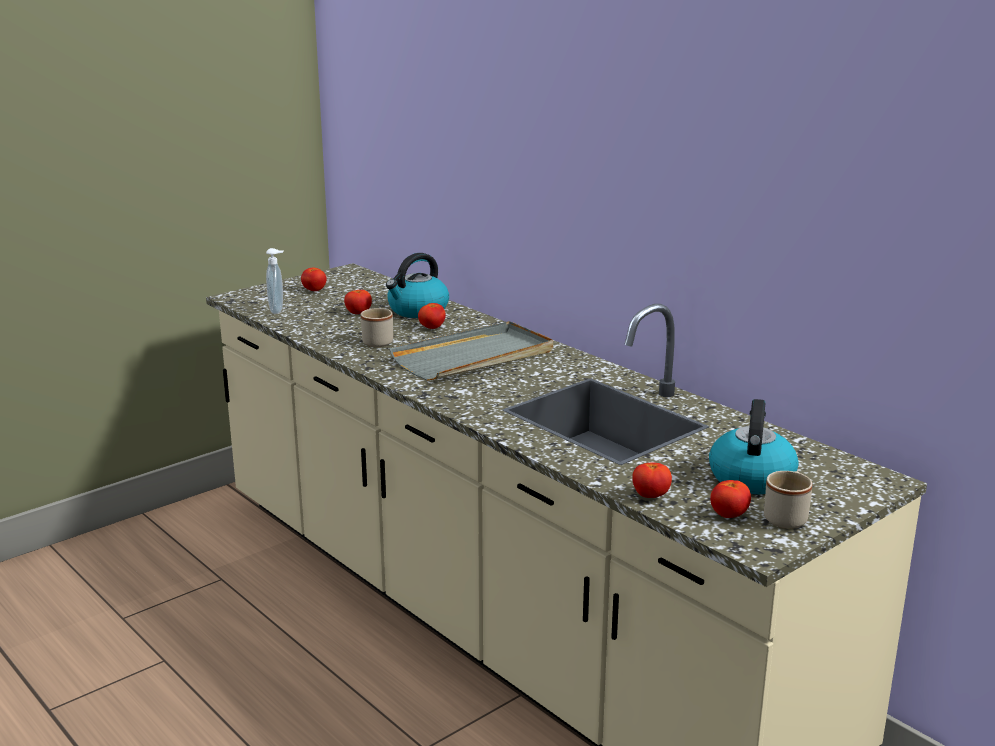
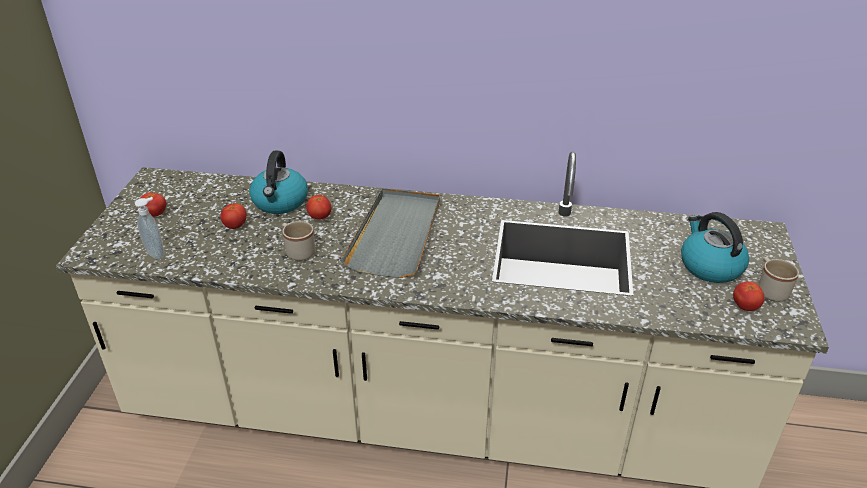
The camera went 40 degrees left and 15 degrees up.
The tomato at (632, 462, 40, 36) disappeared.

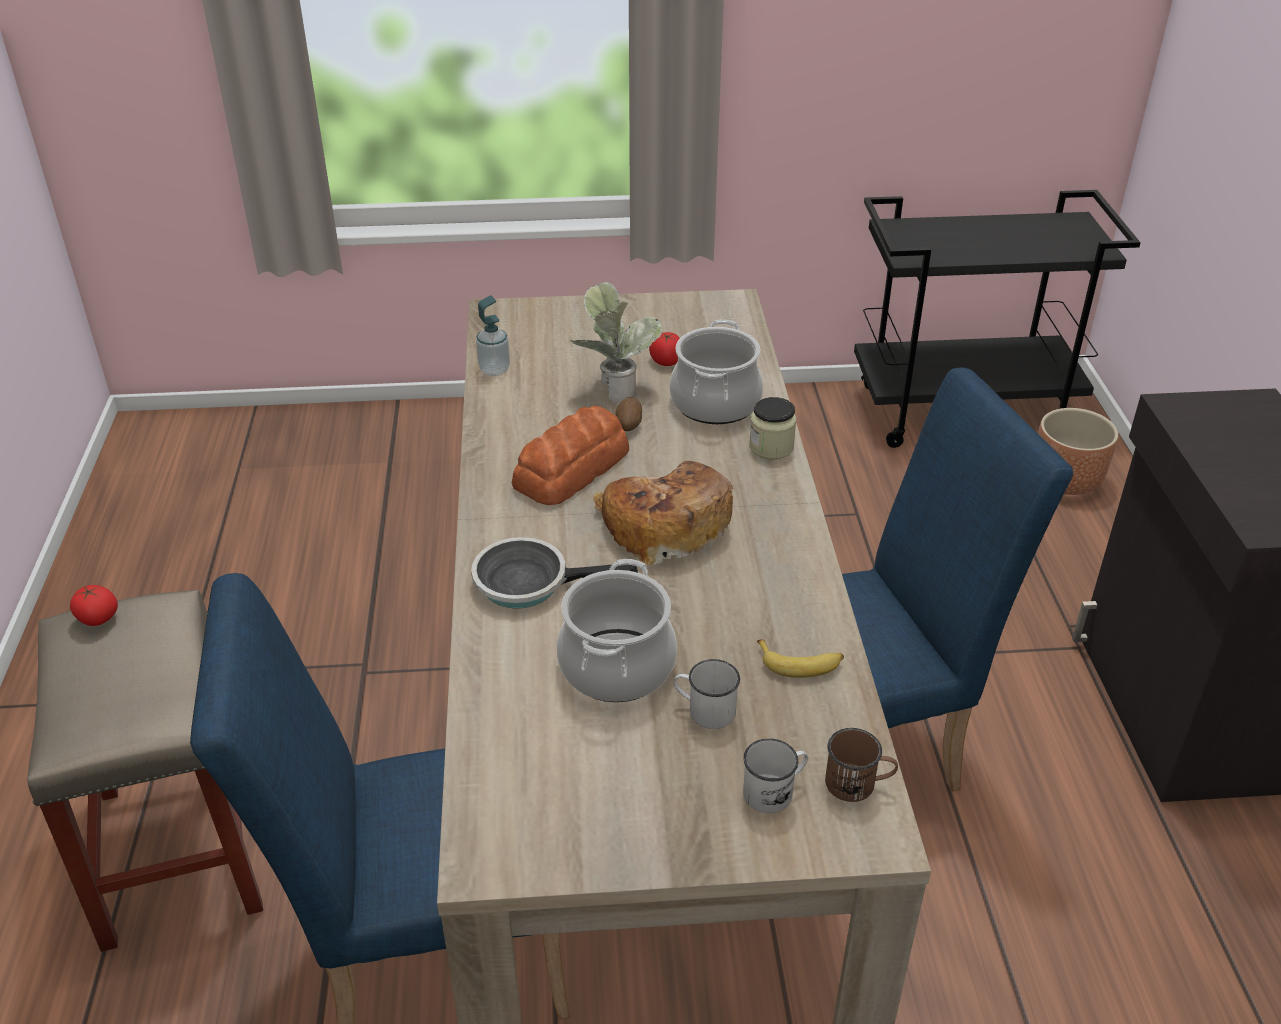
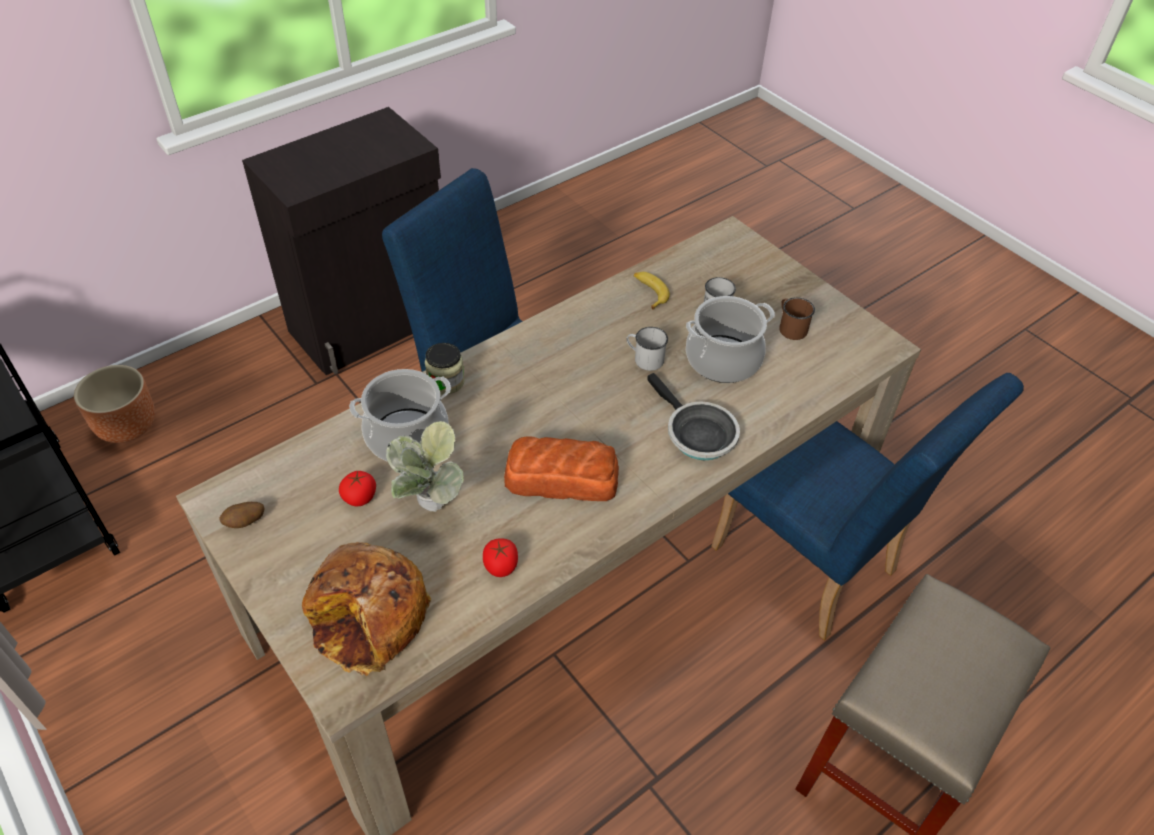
The camera went 125 degrees left and 10 degrees up.
The tomato moved from (70, 585, 48, 41) to (483, 538, 35, 39).
The soap dispenser at (476, 296, 34, 80) disappeared.
The bread moved from (593, 461, 140, 104) to (302, 542, 129, 134).
The potato moved from (615, 397, 27, 34) to (219, 502, 46, 26).
The white mug moved from (743, 738, 65, 75) to (626, 327, 42, 44).
The brown mug moved from (825, 728, 73, 74) to (779, 297, 36, 43).

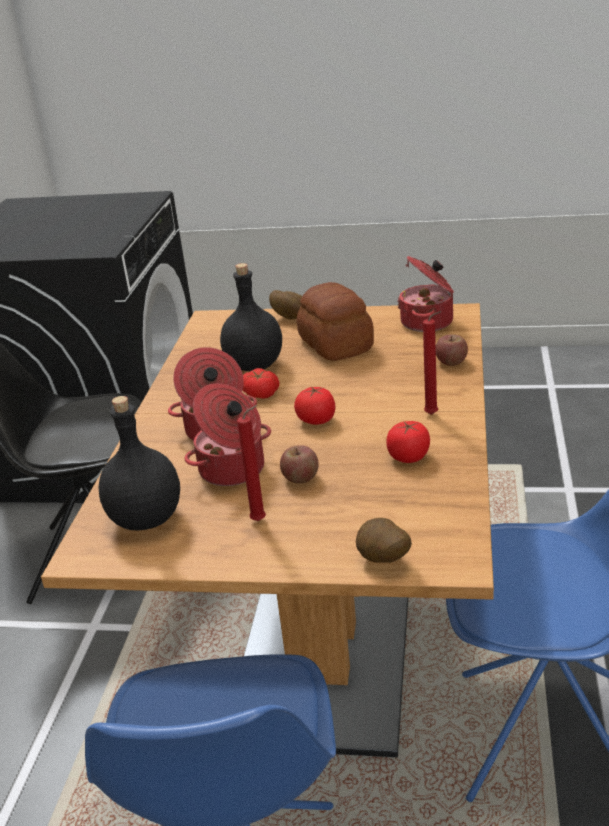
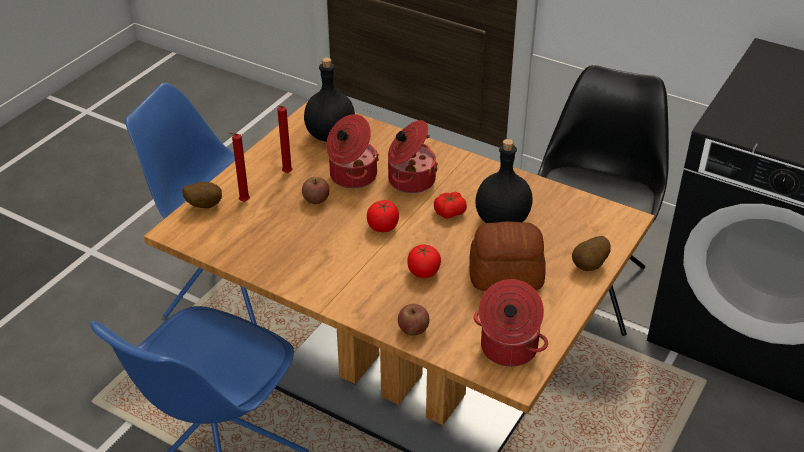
The camera went 110 degrees right and 10 degrees up.
The tomato moved from (386, 421, 44, 42) to (407, 245, 34, 33).
The red candle moved from (423, 311, 18, 104) to (228, 132, 22, 70).

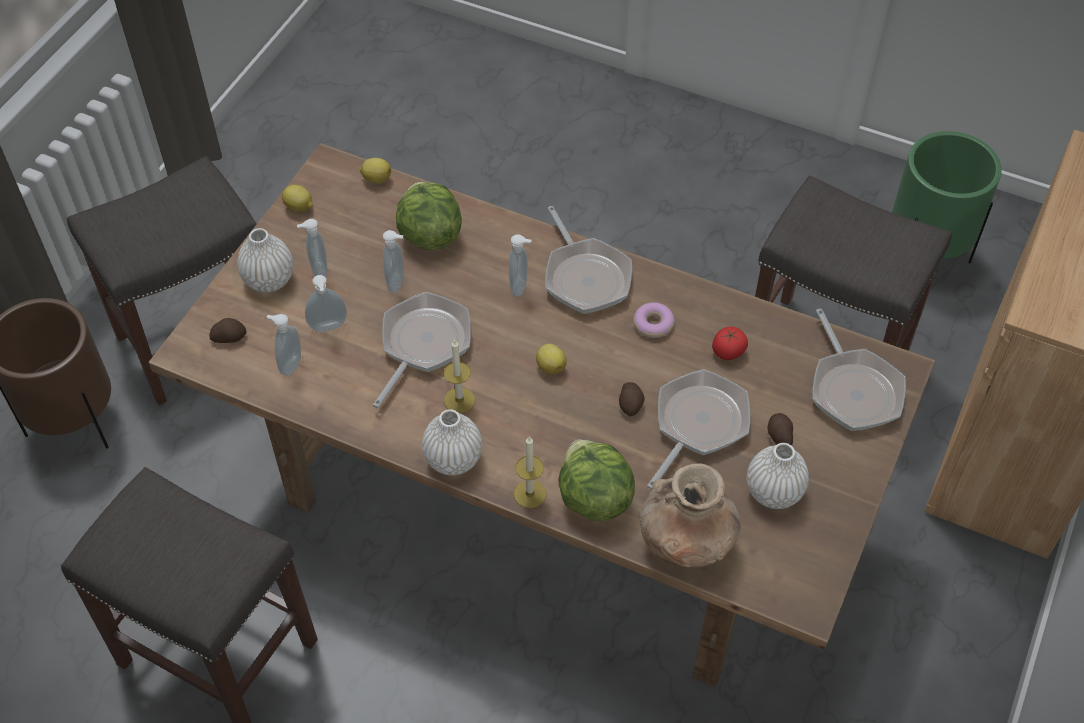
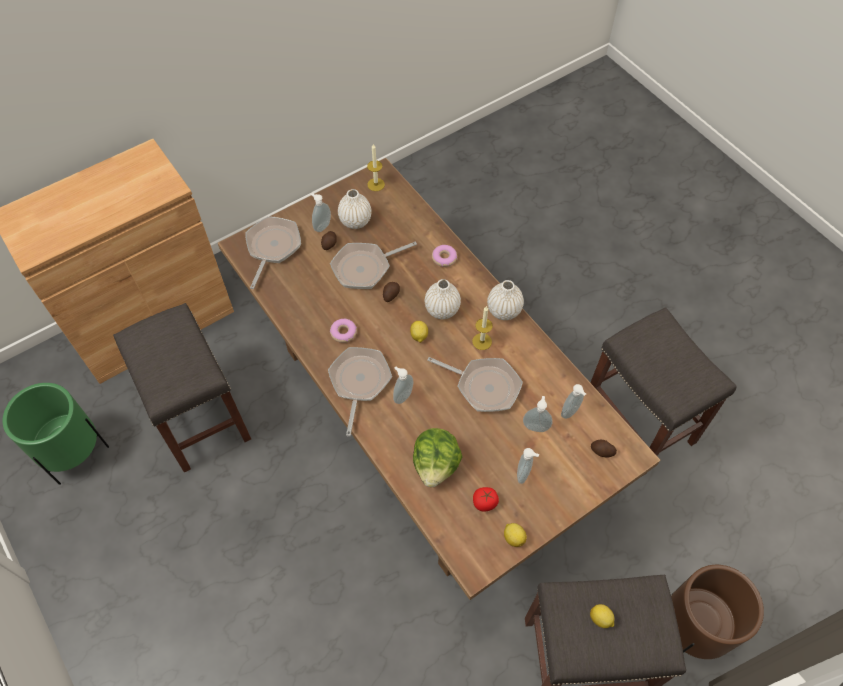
The camera went 150 degrees left and 5 degrees up.
The white vase moved from (237, 228, 56, 64) to (425, 279, 36, 40).
The lemon moved from (360, 158, 31, 26) to (590, 604, 24, 24).
The frying pan at (373, 292, 98, 116) turned 120 degrees counterclockwise.
The soap dispenser moved from (383, 230, 21, 62) to (311, 193, 20, 39).
The candle moved from (514, 436, 32, 72) to (367, 144, 18, 47).
The lettuce at (558, 439, 77, 82) was replaced by the donut at (432, 245, 25, 22).
The brown vase at (640, 463, 101, 105) disappeared.
The tomato moved from (712, 327, 36, 33) to (473, 487, 26, 25).

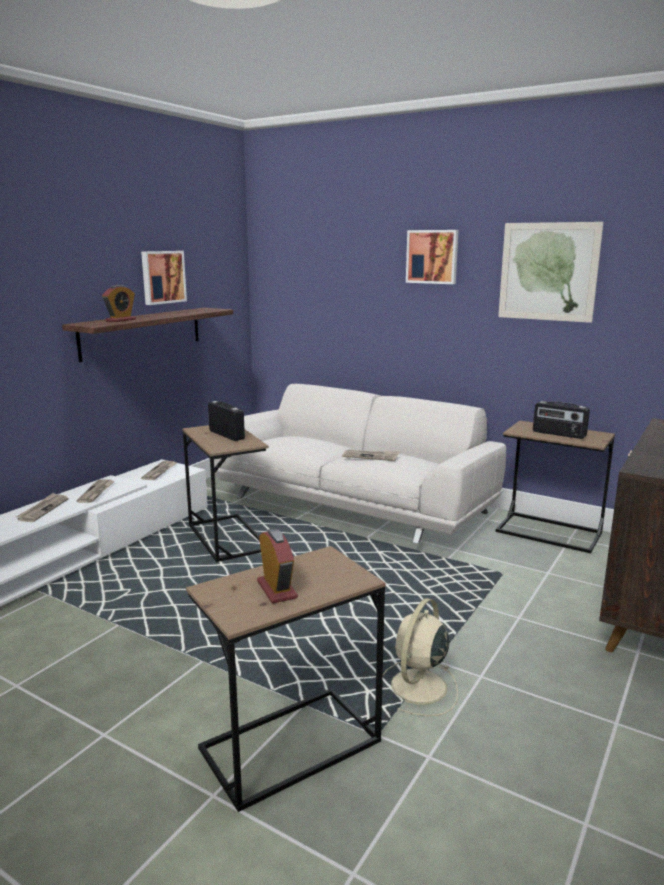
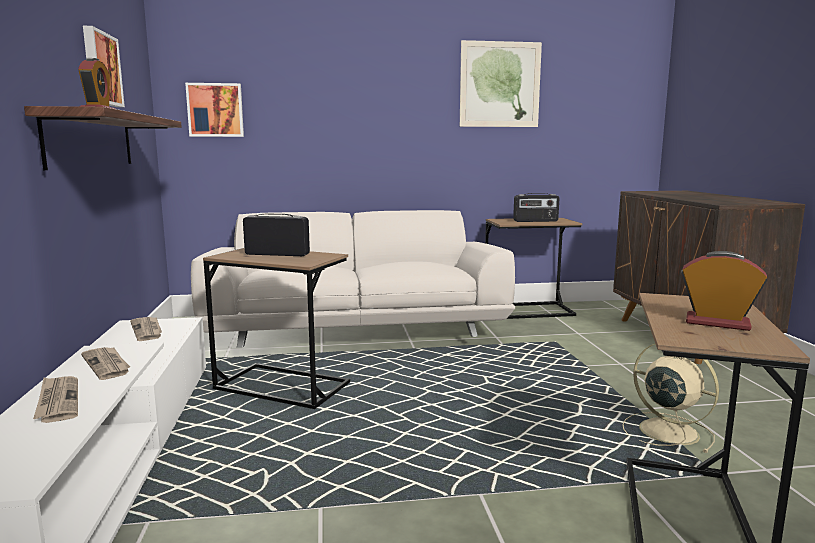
The camera went 40 degrees left and 5 degrees down.
The newspaper at (342, 449, 57, 12) disappeared.
The beige fan at (383, 598, 75, 118) turned 150 degrees clockwise.
The picture moved from (406, 230, 53, 54) to (185, 83, 59, 54).

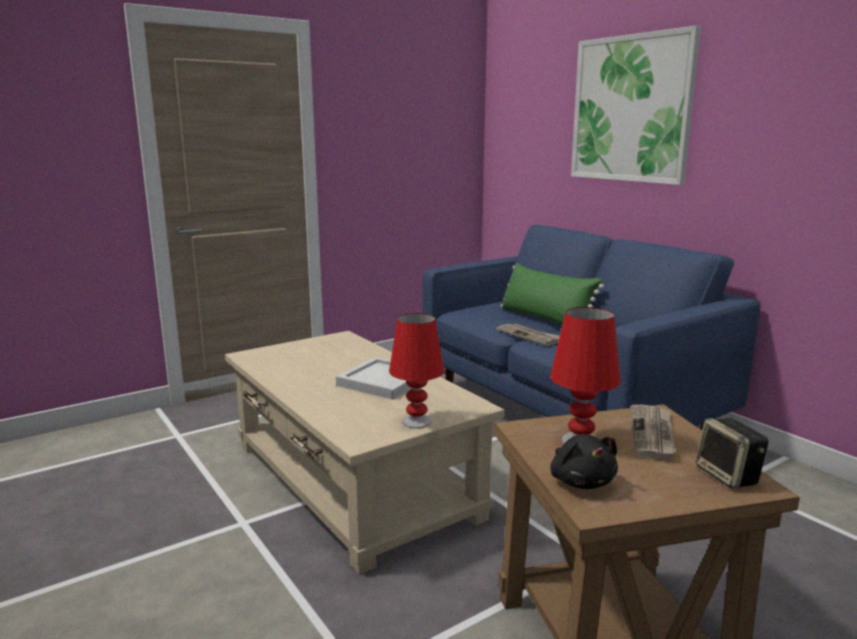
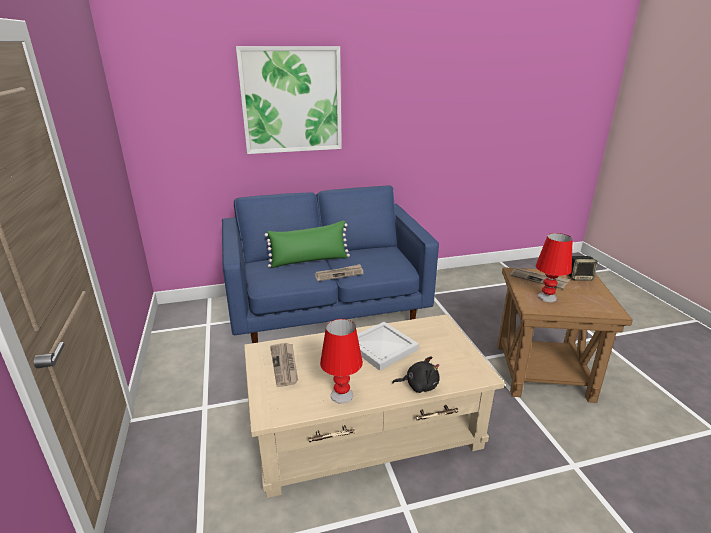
The camera went 70 degrees left and 10 degrees up.
The red table lamp moved from (389, 313, 55, 116) to (320, 319, 43, 85).
The black plush toy moved from (550, 434, 68, 55) to (392, 356, 48, 37).
The newspaper at (270, 343, 28, 44) appeared.

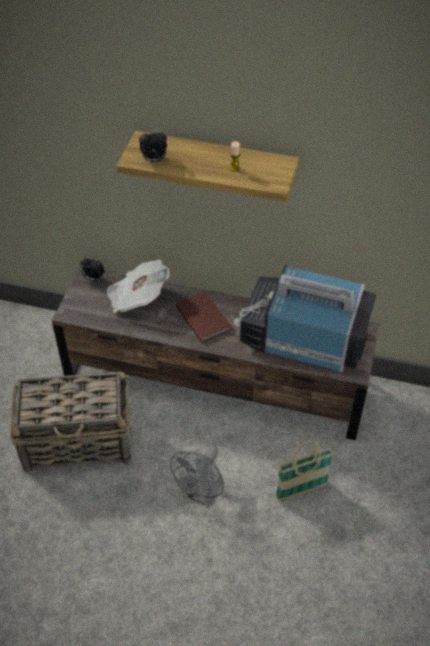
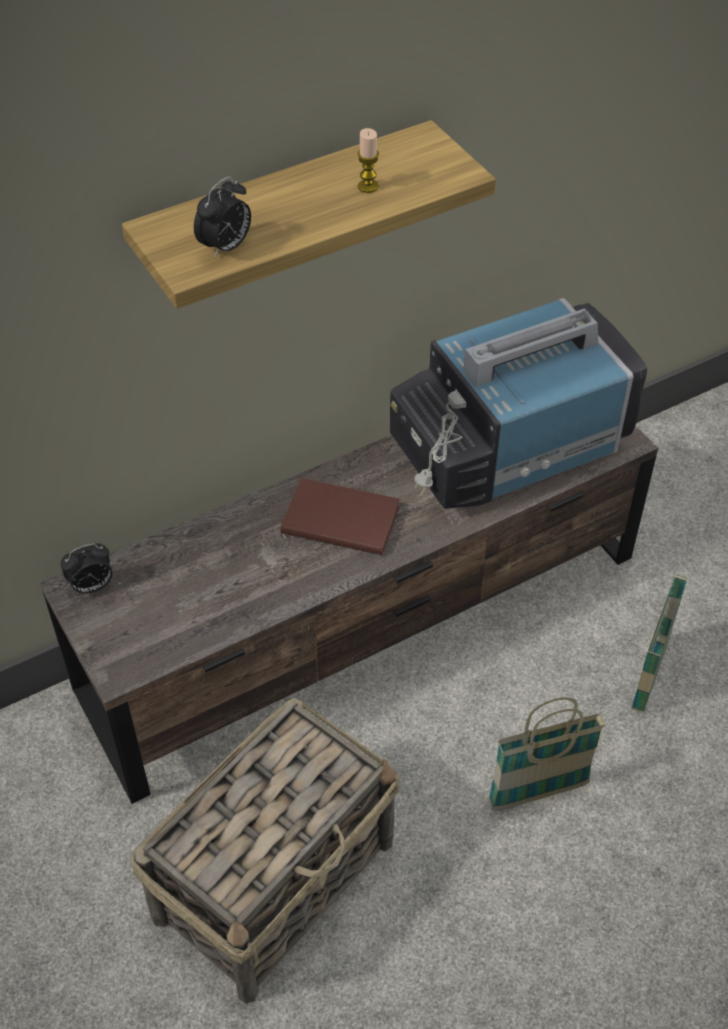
The camera went 45 degrees left and 0 degrees up.
The newspaper at (107, 259, 63, 54) disappeared.
The grey fan at (170, 447, 54, 58) was replaced by the basket at (488, 697, 117, 114).

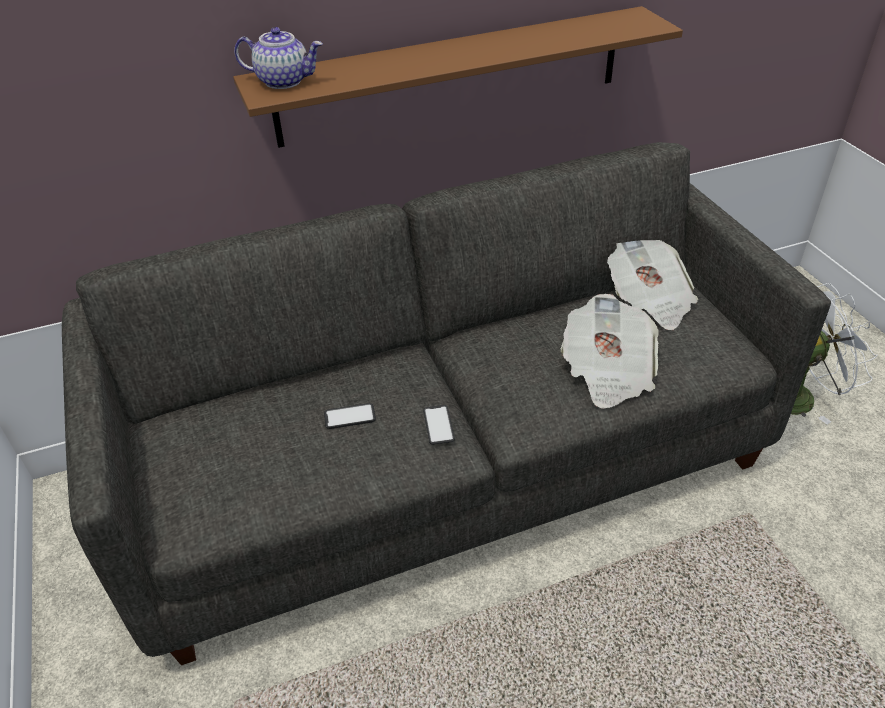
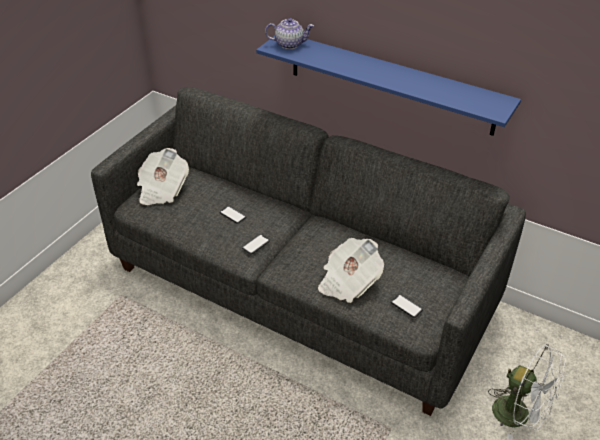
The camera went 50 degrees right and 0 degrees up.
The brown shelf at (233, 6, 450, 142) became the blue shelf at (256, 36, 265, 100).
The teapot at (234, 27, 89, 62) turned 60 degrees counterclockwise.
The newspaper moved from (607, 240, 91, 90) to (137, 148, 52, 57).
The phone at (391, 294, 32, 24) appeared.

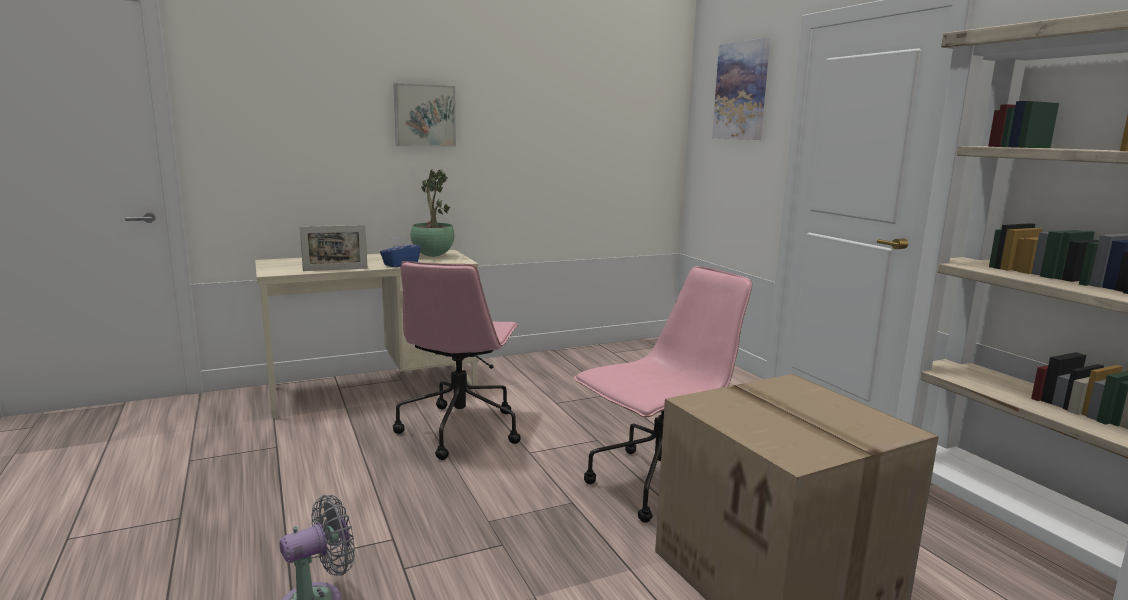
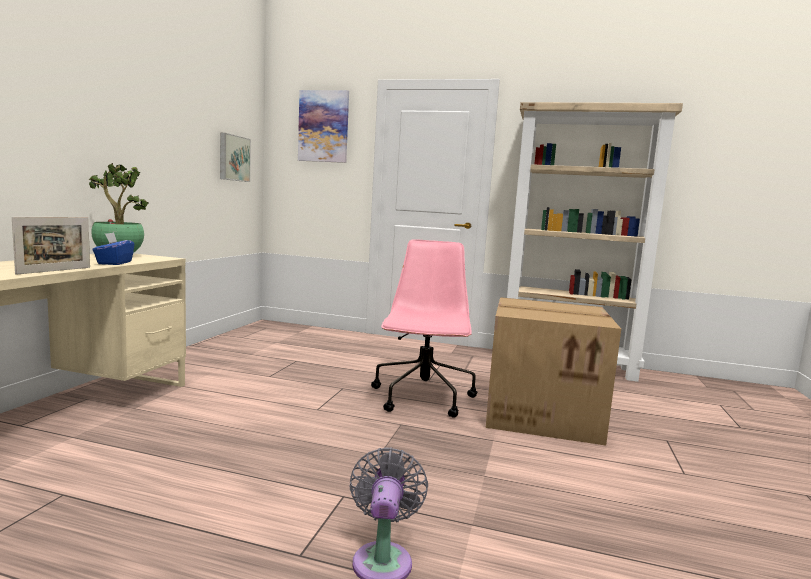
The camera went 50 degrees left and 5 degrees down.
The pink office chair at (393, 261, 128, 199) disappeared.
The picture moved from (394, 83, 62, 64) to (220, 133, 31, 49).

